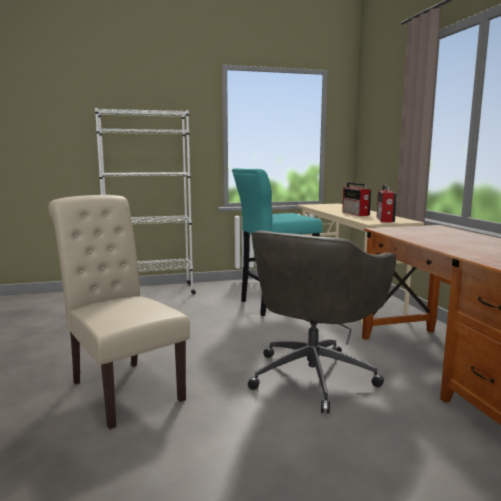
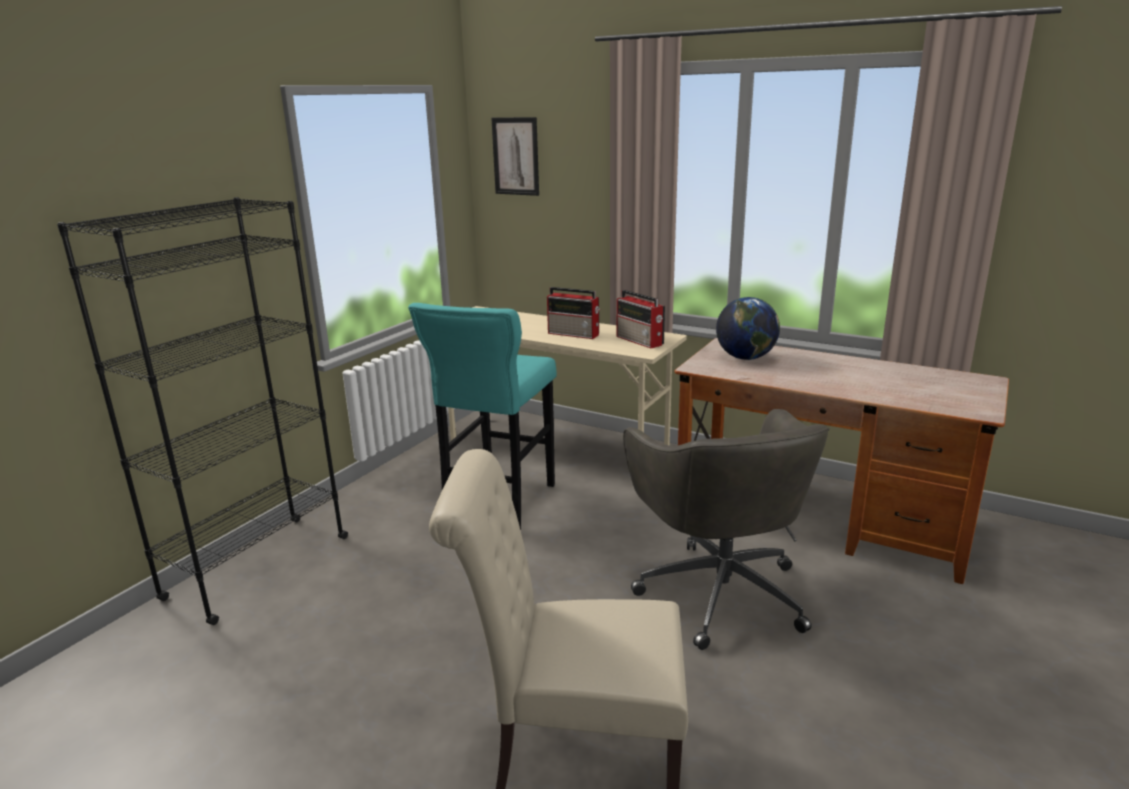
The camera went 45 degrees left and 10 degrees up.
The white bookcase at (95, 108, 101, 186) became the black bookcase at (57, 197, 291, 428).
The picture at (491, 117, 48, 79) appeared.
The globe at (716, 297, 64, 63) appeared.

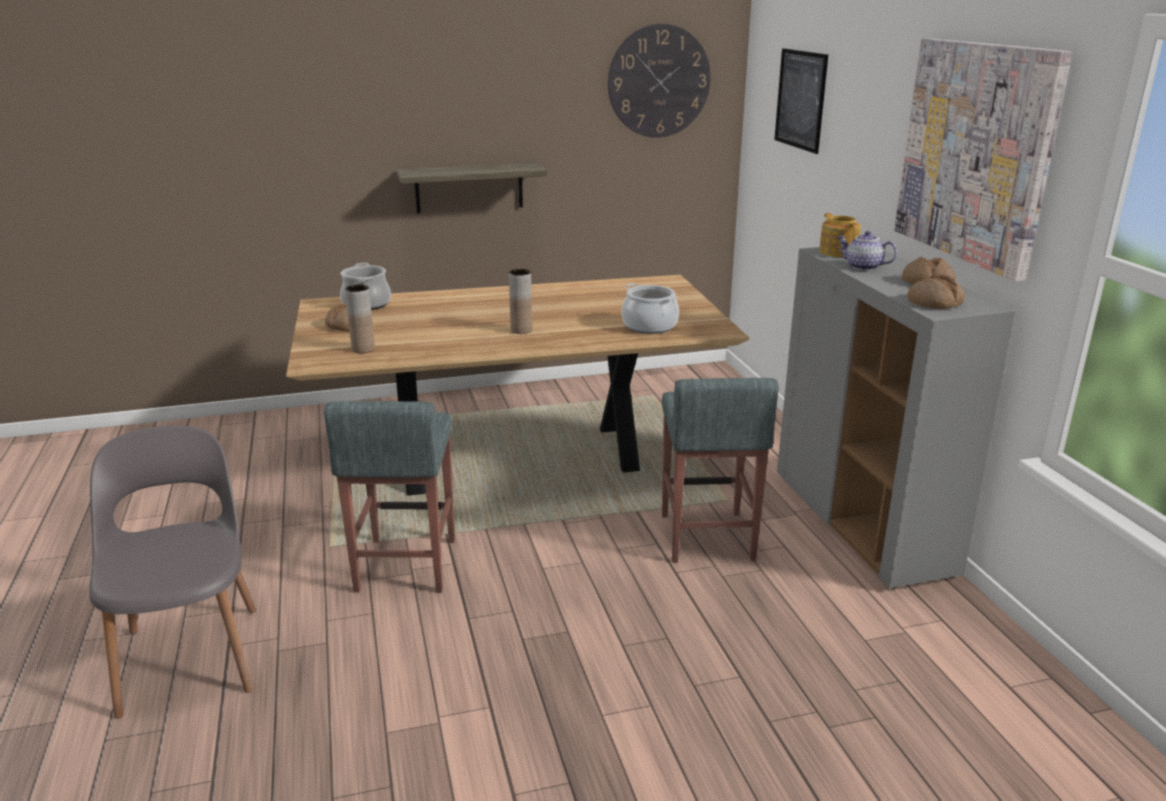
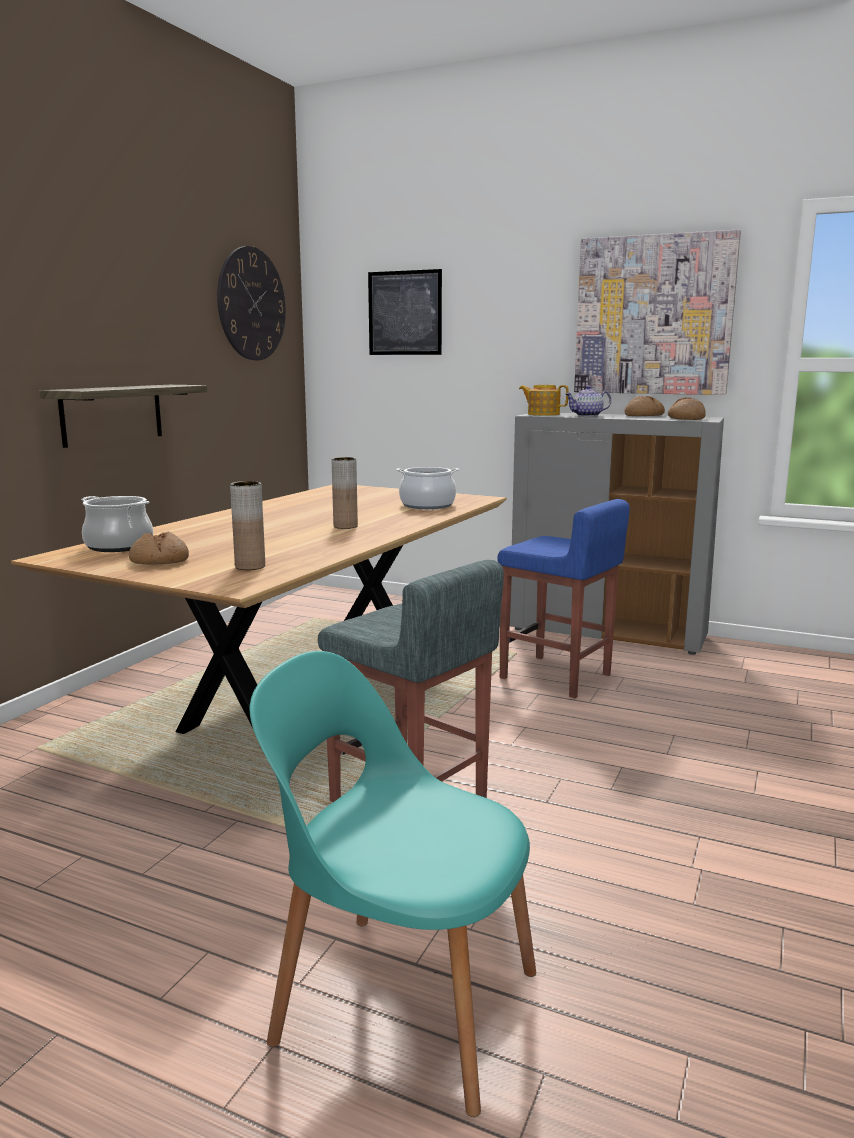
The camera went 50 degrees left and 10 degrees down.
The grey chair at (89, 425, 167, 294) became the turquoise chair at (250, 651, 286, 466).
The grey stool at (662, 378, 117, 185) became the blue stool at (497, 499, 133, 199).

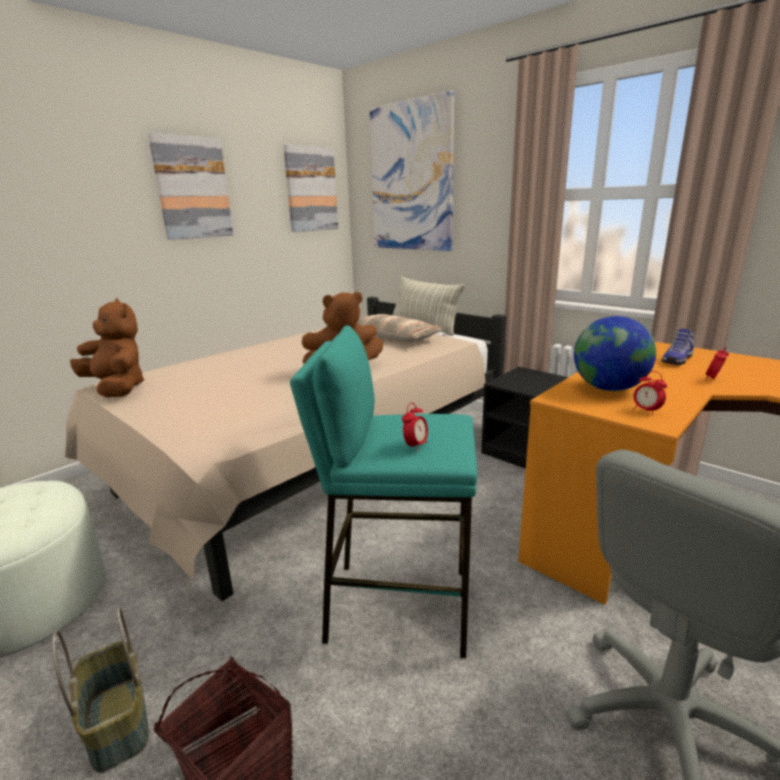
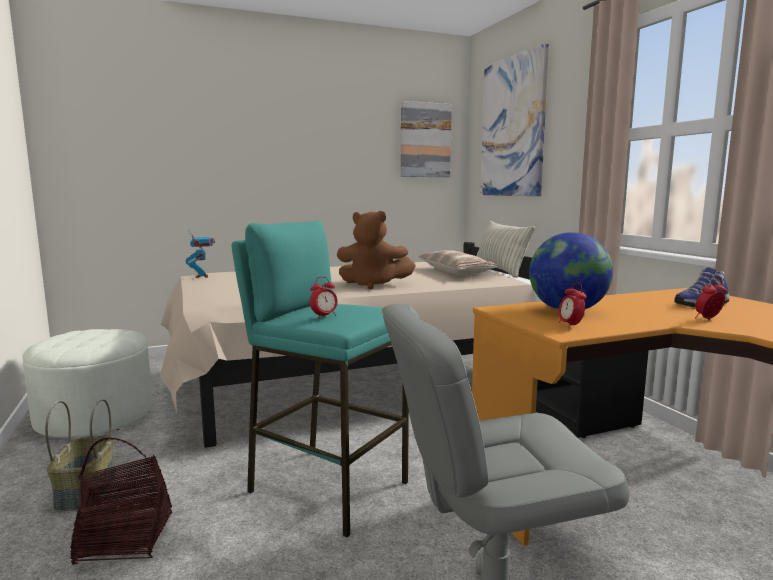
The camera went 25 degrees right and 10 degrees down.
The brown plush toy at (70, 298, 74, 99) was replaced by the toy robot at (186, 229, 29, 49).
The picture at (148, 133, 86, 107) disappeared.

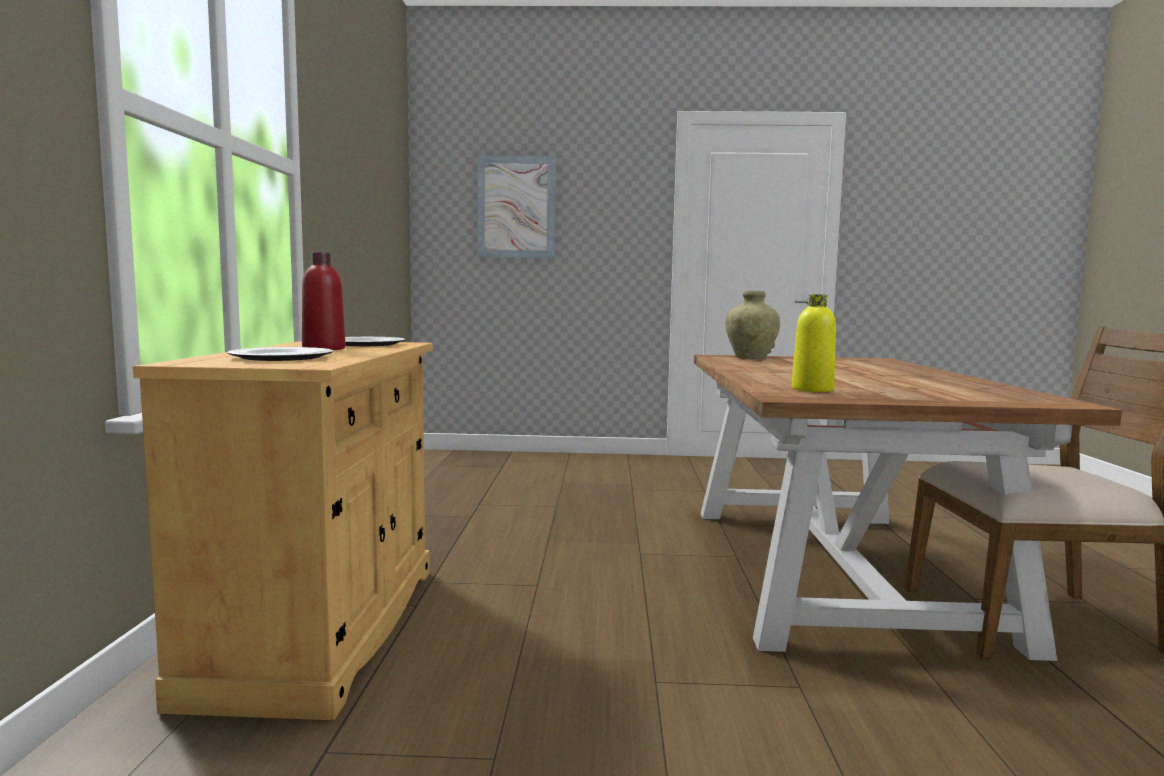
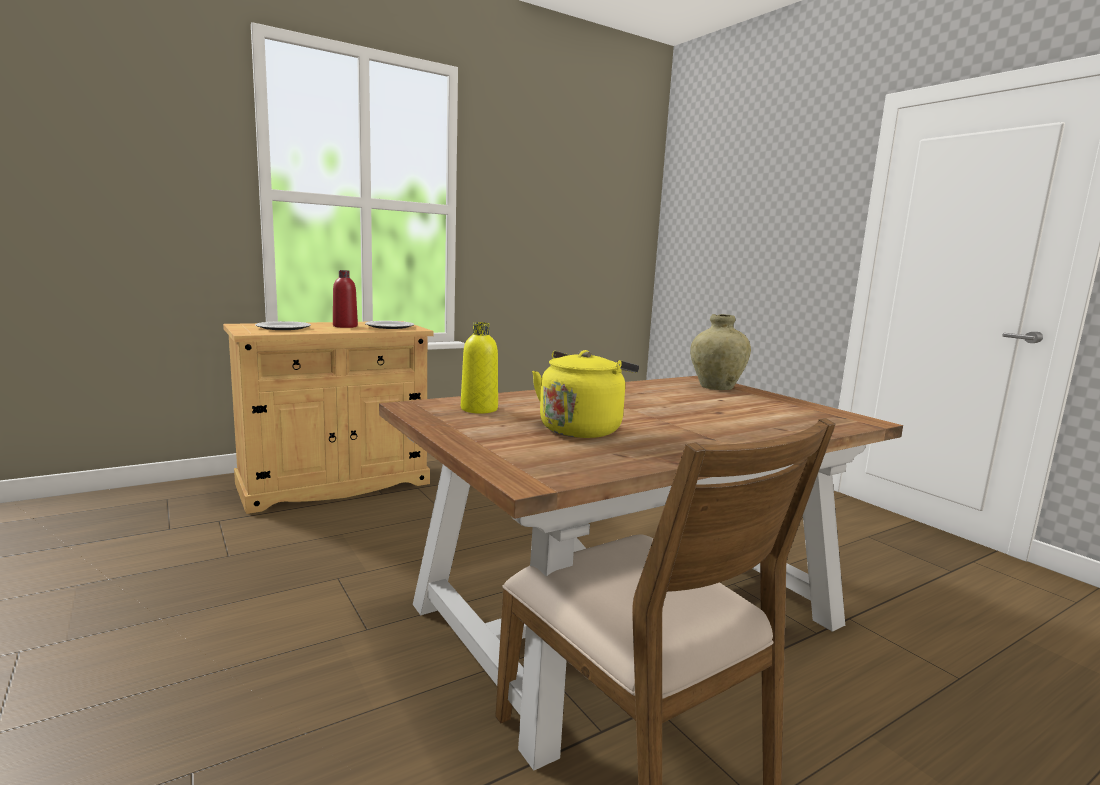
The camera went 55 degrees right and 5 degrees up.
The picture at (477, 155, 79, 103) disappeared.
The yellow kettle at (532, 350, 107, 88) appeared.

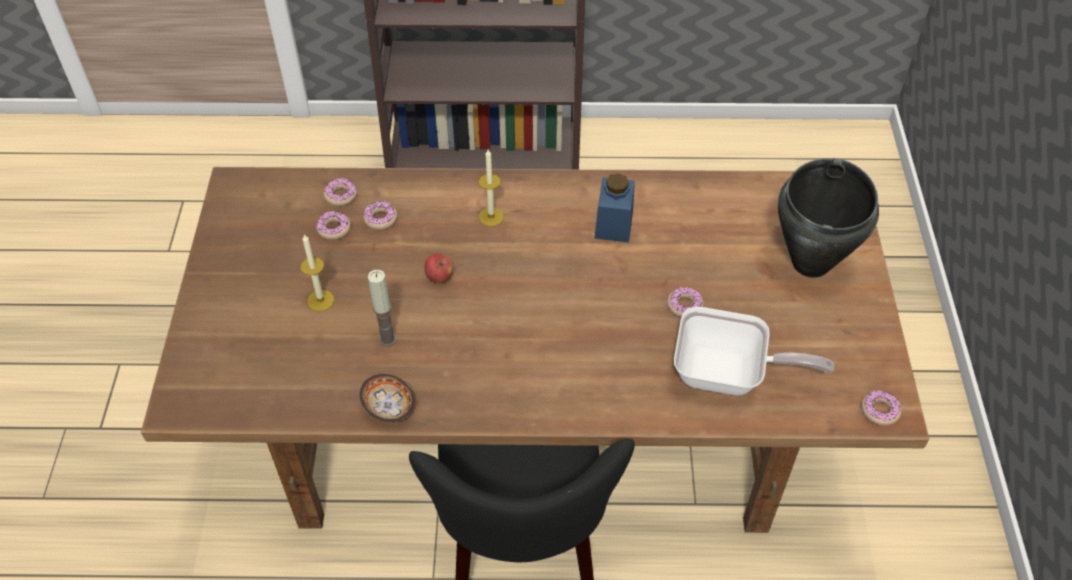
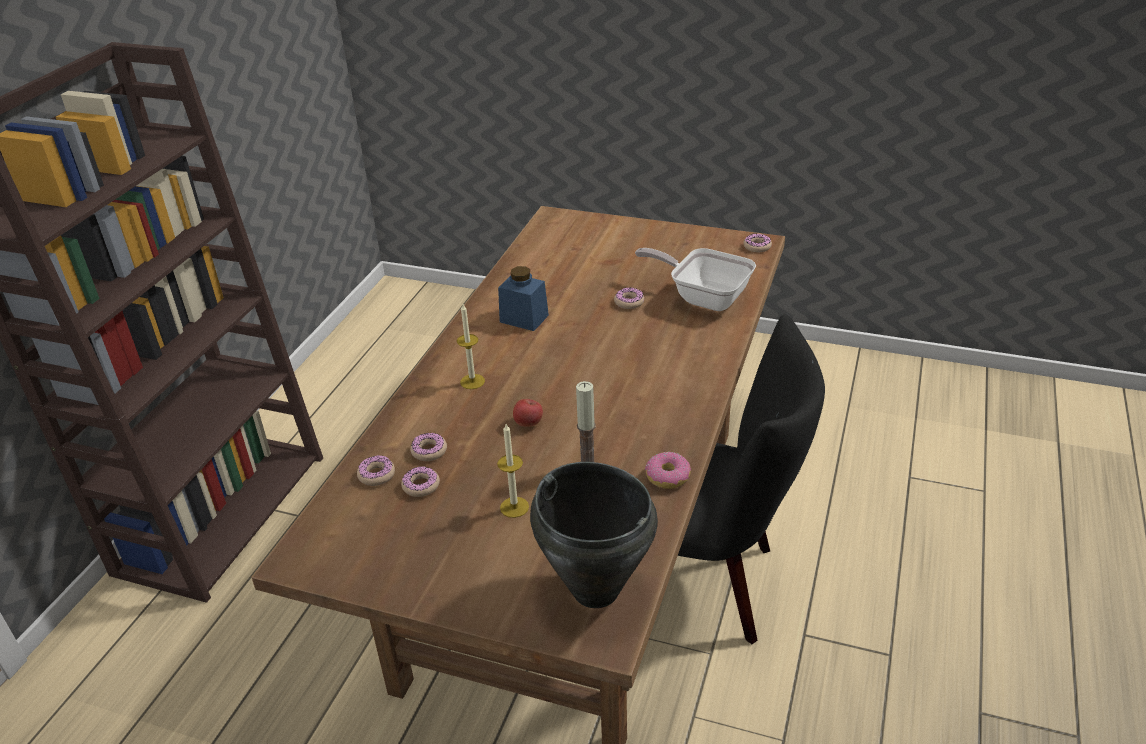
The camera went 70 degrees left and 15 degrees down.
The bowl at (360, 374, 55, 48) was replaced by the donut at (645, 452, 46, 37).
The frying pan at (674, 307, 160, 88) turned 90 degrees counterclockwise.
The black cooking pot moved from (778, 158, 101, 120) to (530, 462, 128, 146).

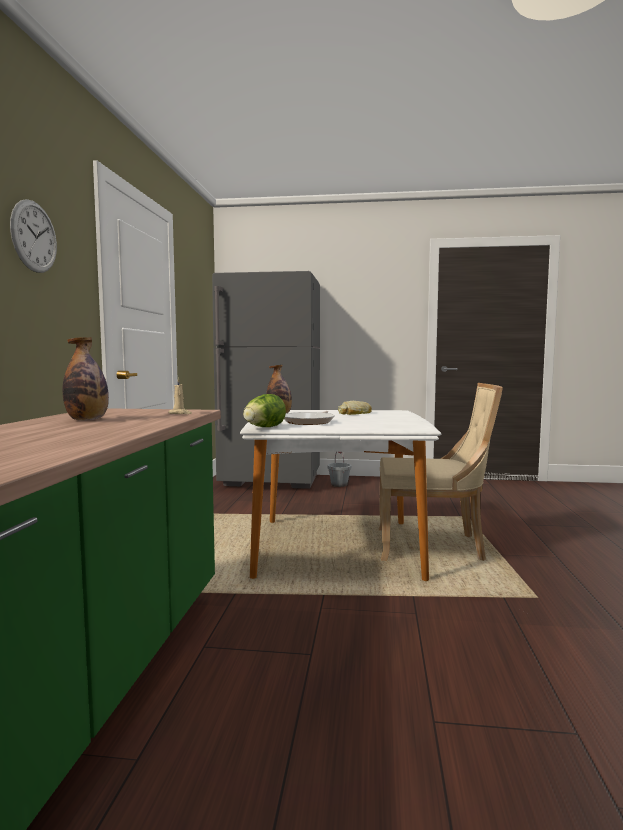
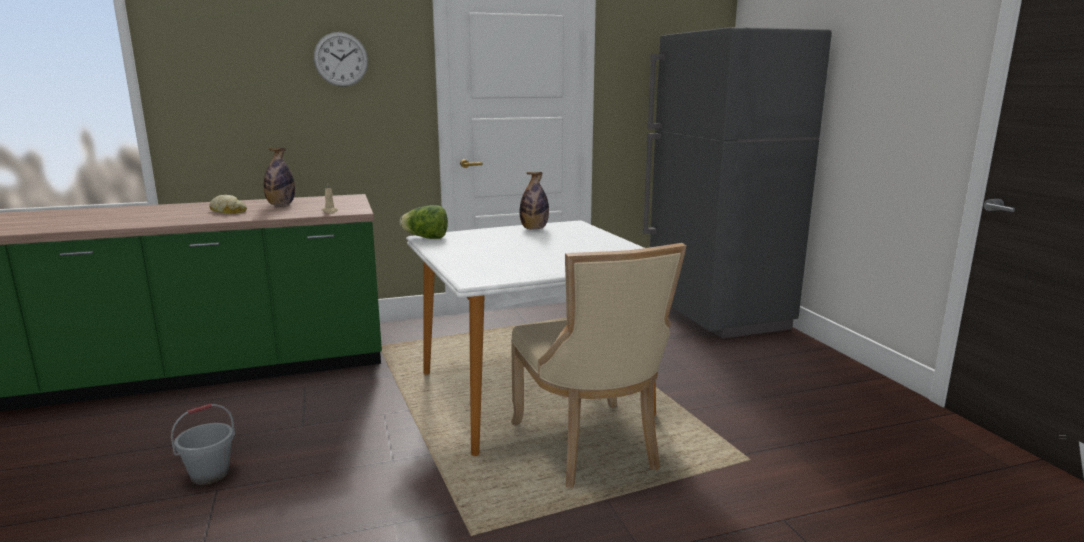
The camera went 65 degrees right and 10 degrees up.
The frying pan at (284, 411, 51, 14) disappeared.
The grey bucket moved from (328, 452, 23, 35) to (171, 404, 64, 81).
The bread moved from (338, 401, 34, 14) to (209, 195, 38, 19).

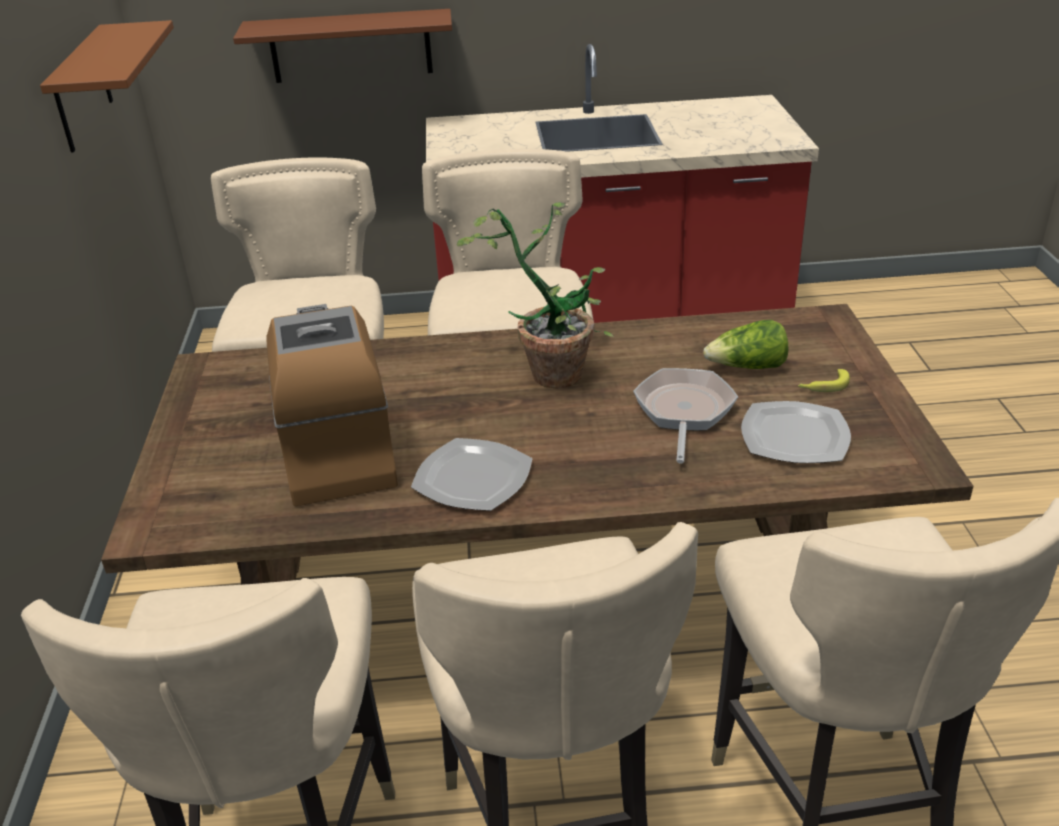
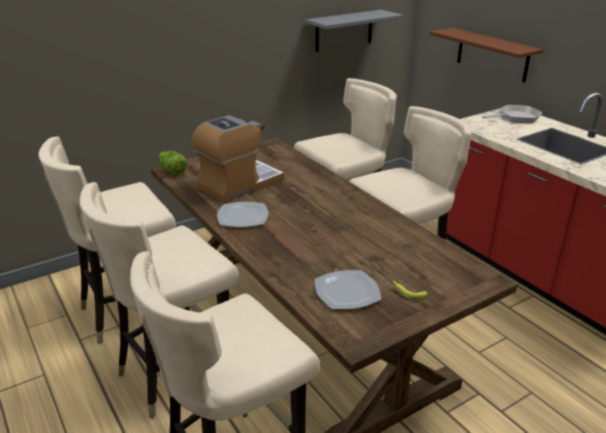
The camera went 60 degrees right and 5 degrees down.
The brown shelf at (40, 20, 134, 132) became the grey shelf at (306, 10, 97, 42).
The potted plant at (457, 202, 157, 187) disappeared.
The frying pan moved from (633, 368, 105, 95) to (482, 105, 60, 18).
The lettuce moved from (703, 320, 86, 49) to (159, 151, 28, 24).

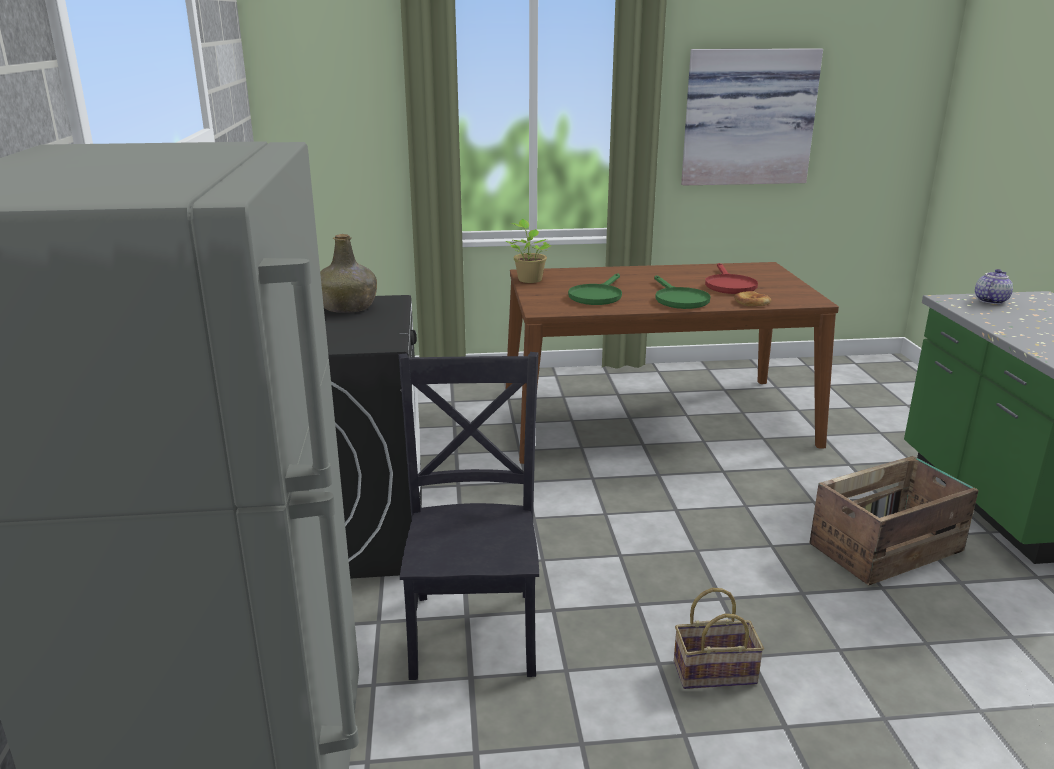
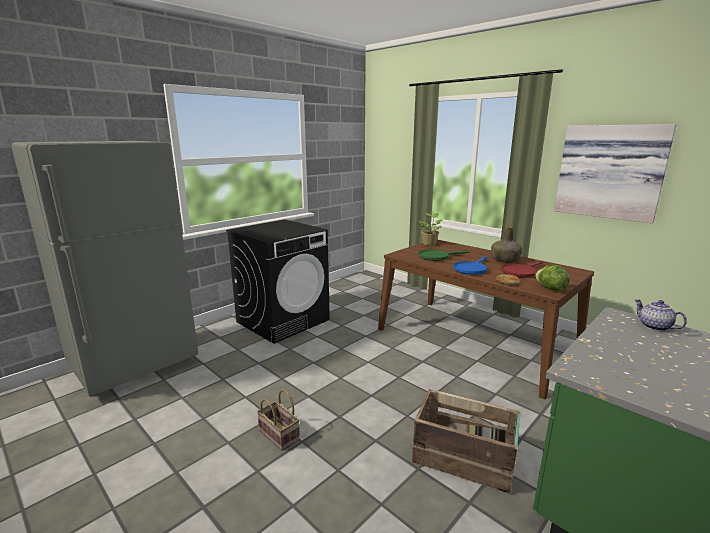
The camera went 50 degrees right and 5 degrees down.
The green bottle moved from (320, 234, 57, 79) to (491, 227, 31, 36).
The black chair at (399, 352, 140, 328) disappeared.
The green frying pan at (654, 275, 56, 34) became the blue frying pan at (453, 256, 34, 19).
The teapot at (975, 269, 38, 35) turned 120 degrees counterclockwise.
The lettuce at (535, 265, 35, 26) appeared.

